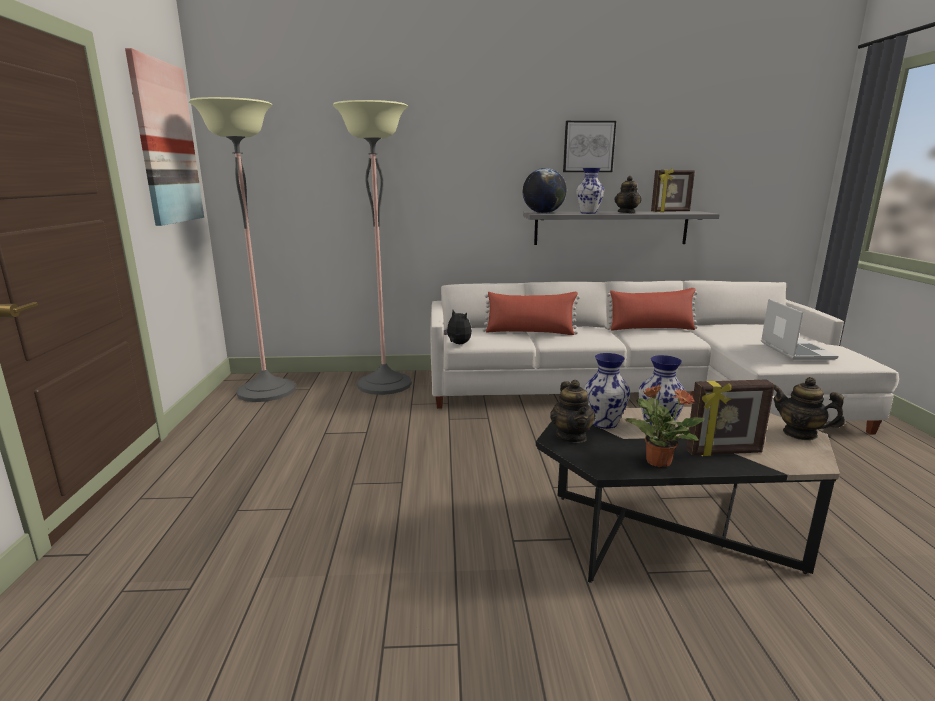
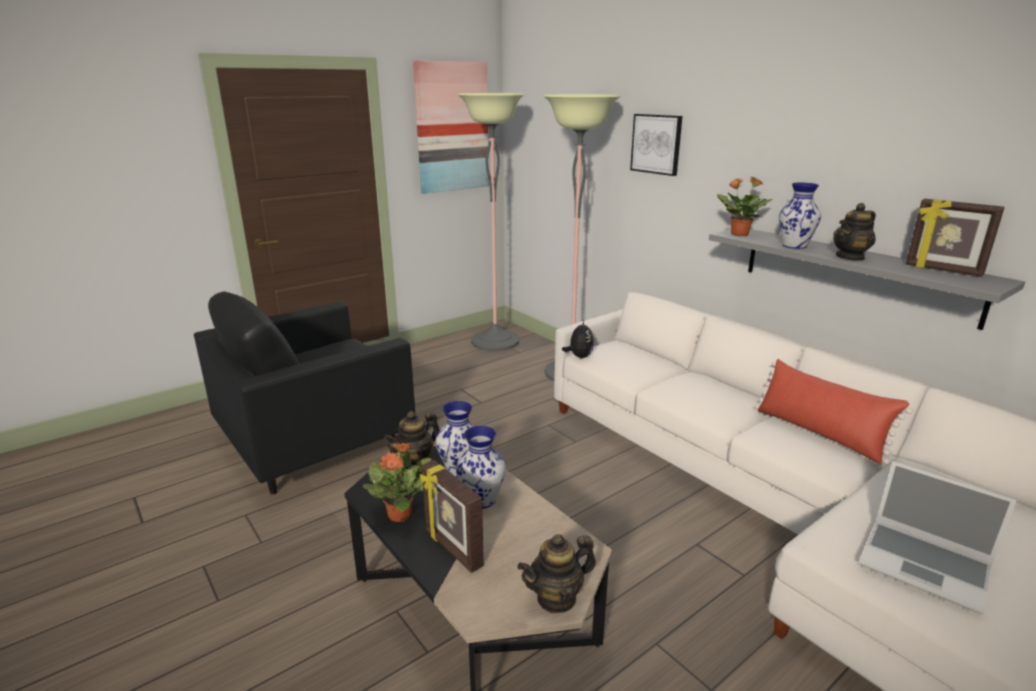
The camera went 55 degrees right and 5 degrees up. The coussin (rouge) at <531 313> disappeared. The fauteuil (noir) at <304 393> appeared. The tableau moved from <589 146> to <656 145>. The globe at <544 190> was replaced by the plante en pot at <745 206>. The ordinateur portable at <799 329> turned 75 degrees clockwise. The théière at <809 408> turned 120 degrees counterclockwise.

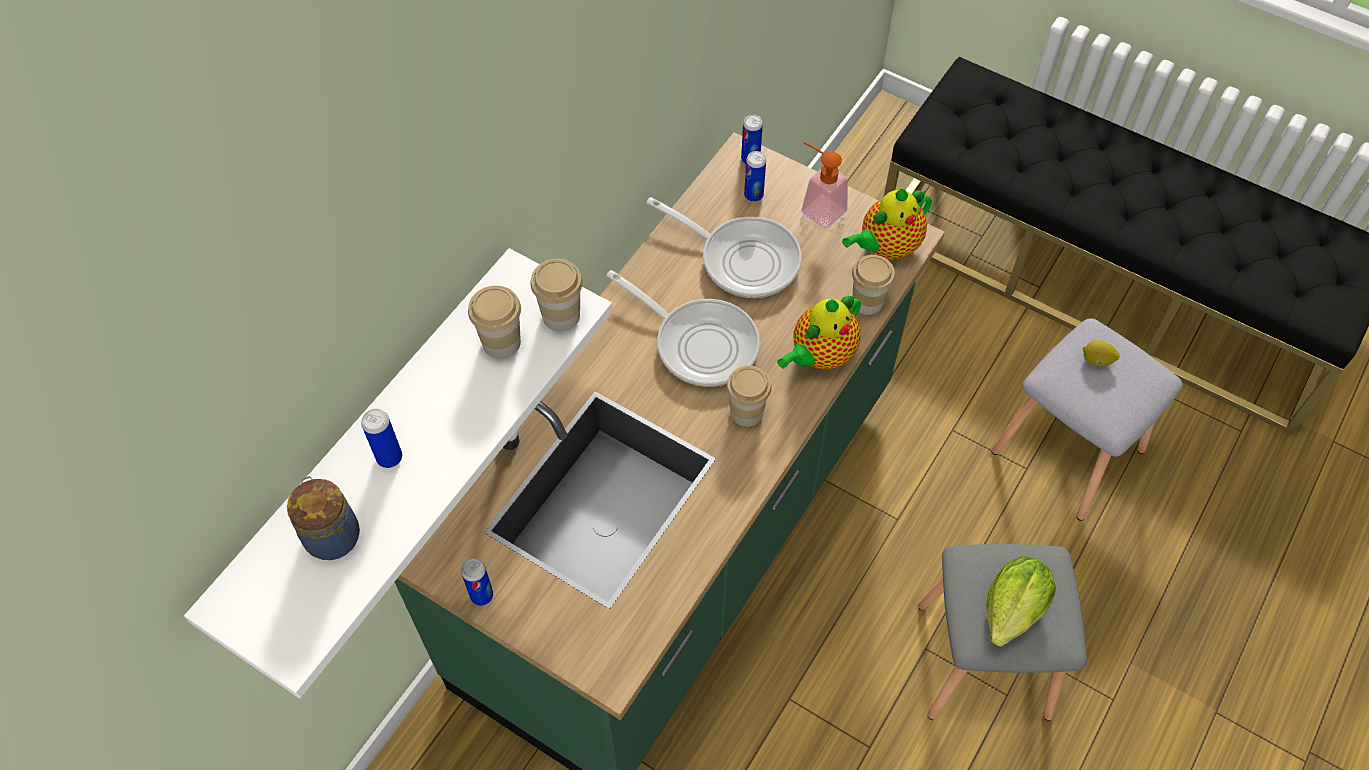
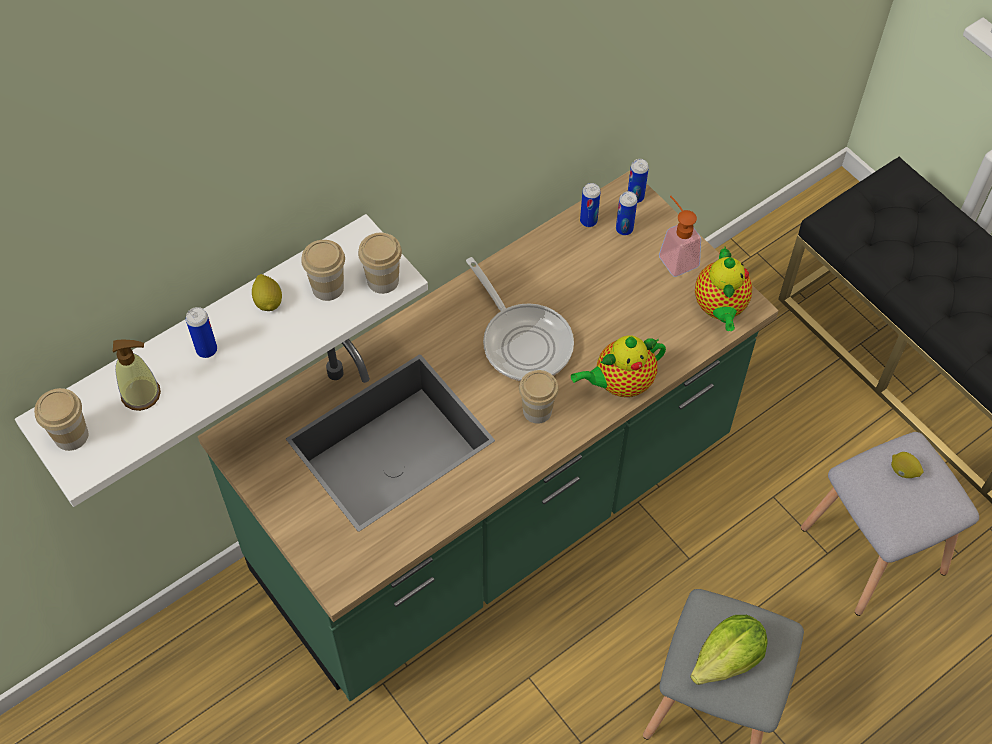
The camera went 20 degrees right and 0 degrees up. The poêle at <723 247> disappeared. The citron at <267 292> appeared. The boîte métallique moved from <477 582> to <590 205>. The tasse moved from <873 285> to <61 419>. The bocal at <323 518> was replaced by the distributeur de savon at <137 375>. The théière at <887 224> turned 75 degrees counterclockwise.

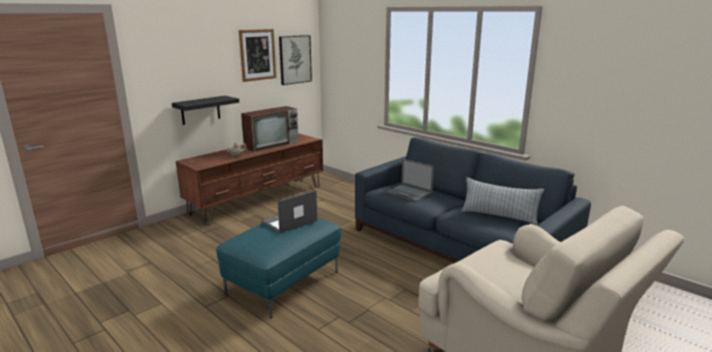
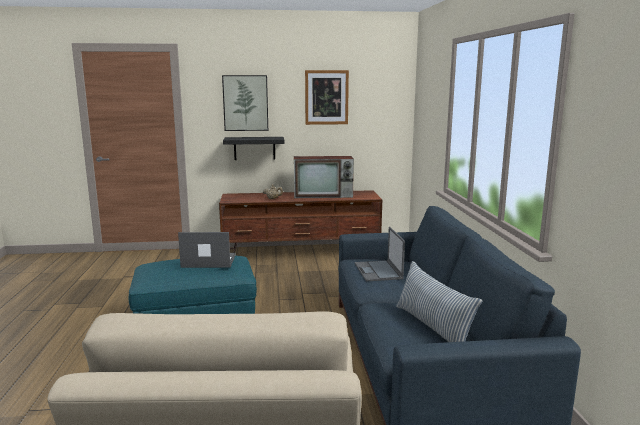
The camera went 40 degrees right and 5 degrees down. The tableau moved from <295 60> to <245 103>.

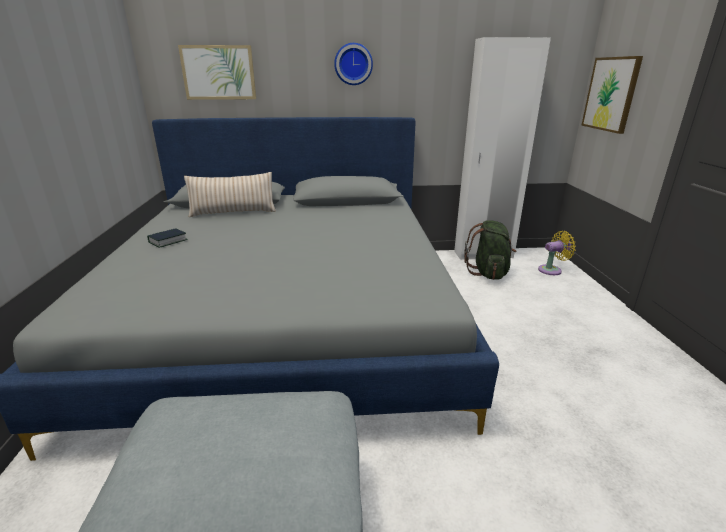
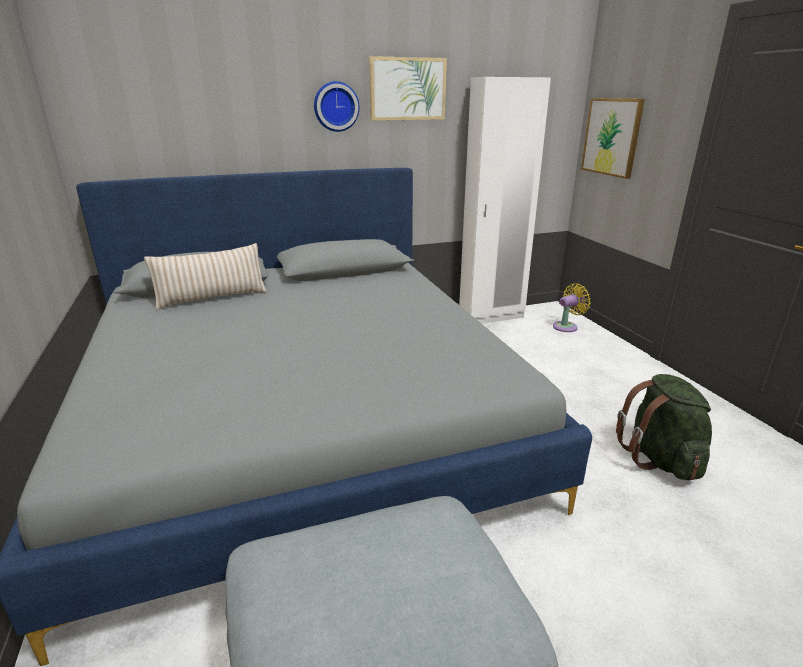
The camera went 15 degrees left and 0 degrees up. The livre at <167 238> disappeared. The tableau moved from <217 72> to <408 88>. The sac à dos (vert) moved from <490 250> to <664 427>.

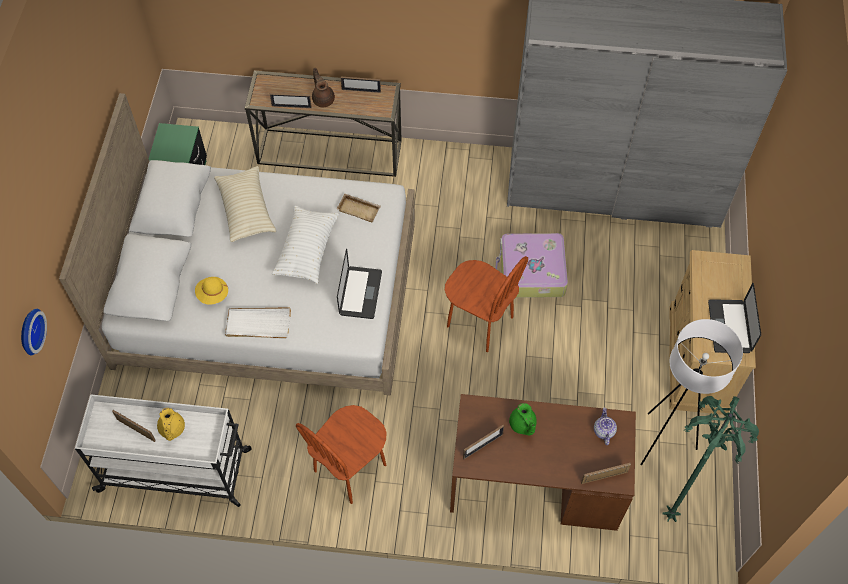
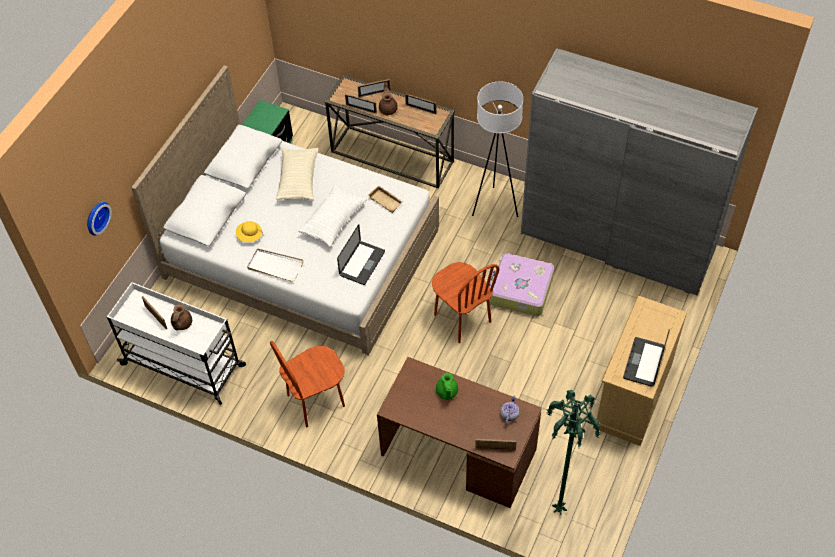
The camera went 20 degrees right and 5 degrees down. The cadre photo moved from <483 442> to <374 88>. The lampadaire (blanc) moved from <691 392> to <498 149>. The théière (jaune) at <171 424> became the théière (marron) at <181 317>.

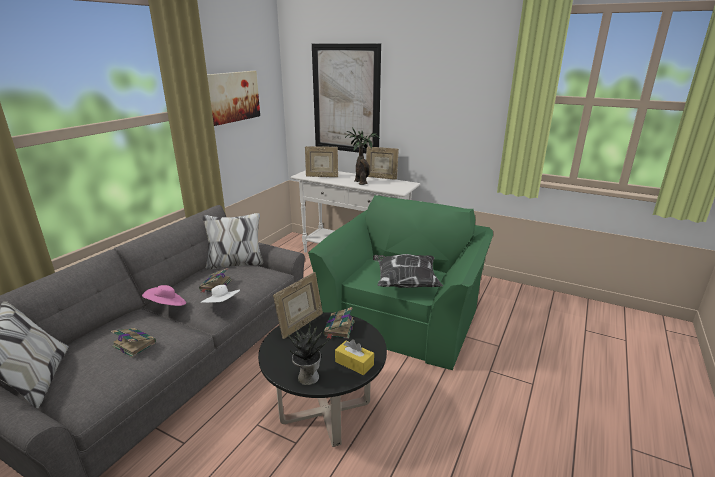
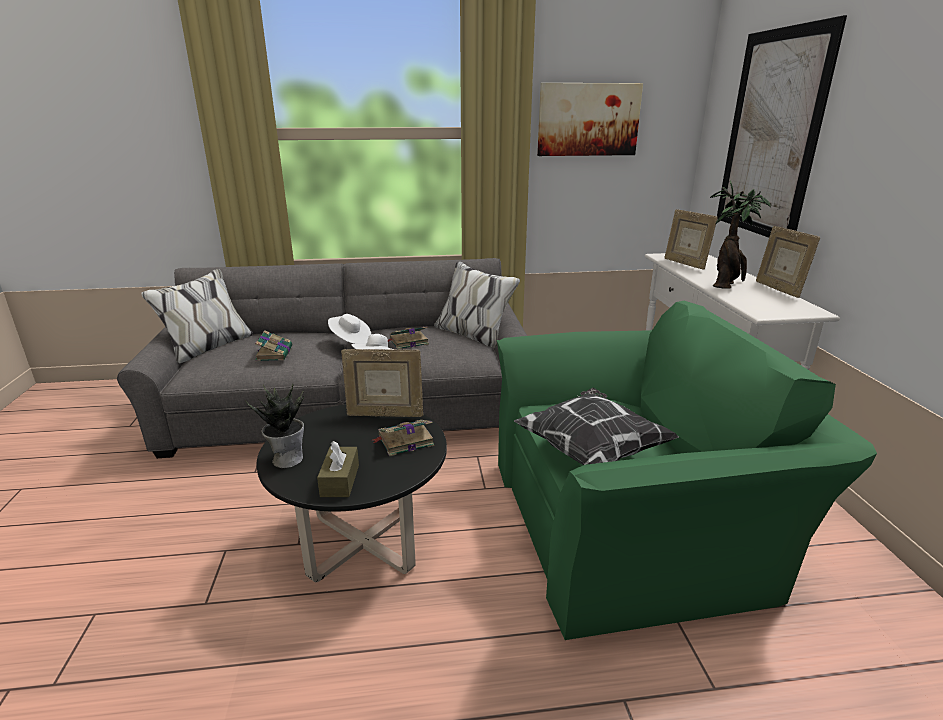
The camera went 55 degrees right and 0 degrees up. The chapeau (rose) at <164 295> became the chapeau (blanc) at <349 329>. The boîte à mouchoirs (jaune) at <354 357> became the boîte à mouchoirs (marron) at <338 469>.

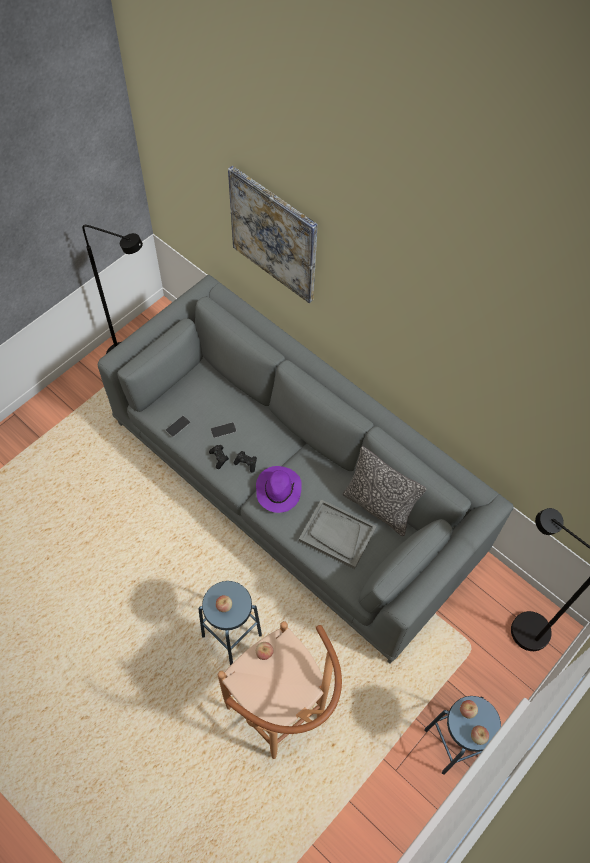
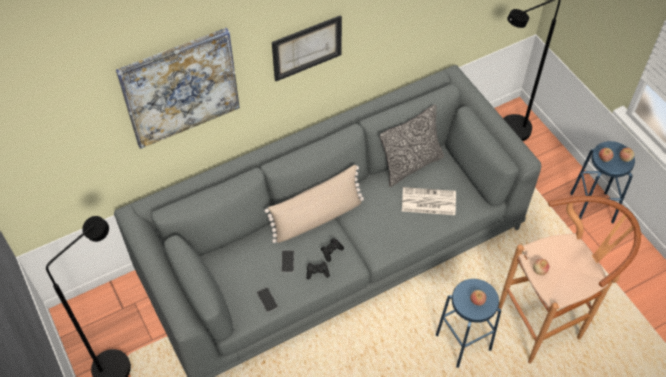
The camera went 70 degrees left and 5 degrees down. The chapeau (violet) at <279 489> disappeared. The coussin (beige) at <314 204> appeared. The tableau at <307 48> appeared. The plateau (gris) at <338 534> was replaced by the journal at <429 201>.

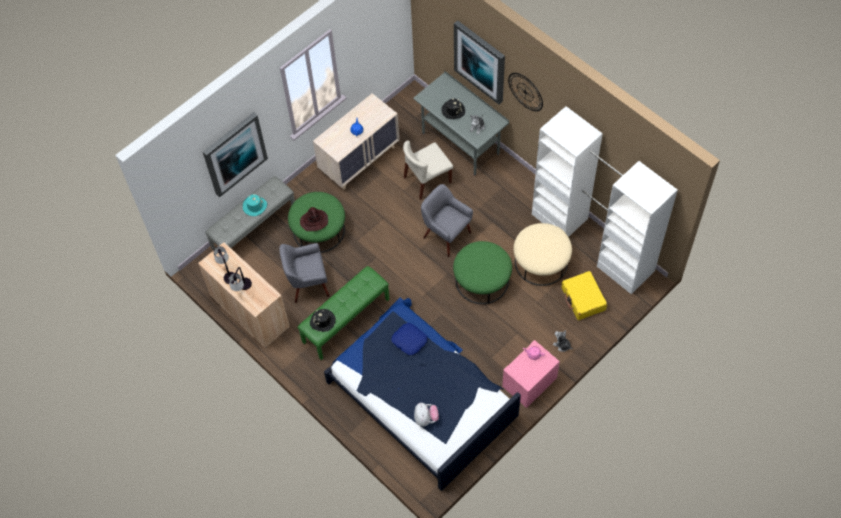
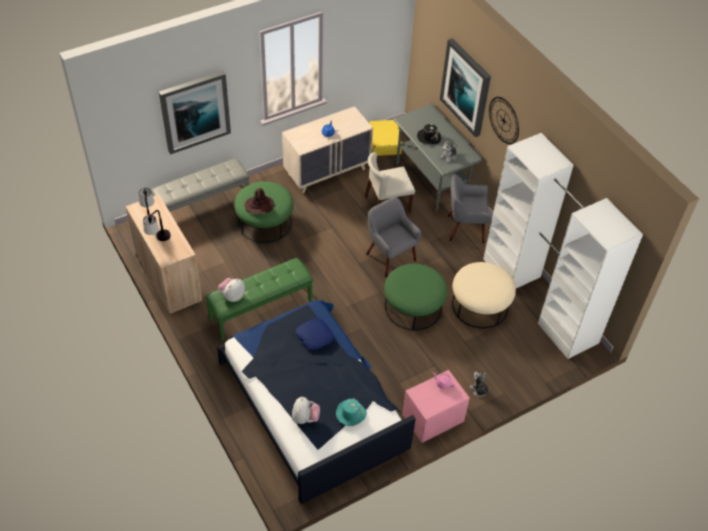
The camera went 10 degrees right and 10 degrees down. The chapeau (turquoise) moved from <255 205> to <351 412>. The fauteuil (gris) moved from <304 273> to <469 209>. The valise (jaune) moved from <584 295> to <385 138>. The chapeau (noir) at <323 320> was replaced by the peluche at <231 290>.

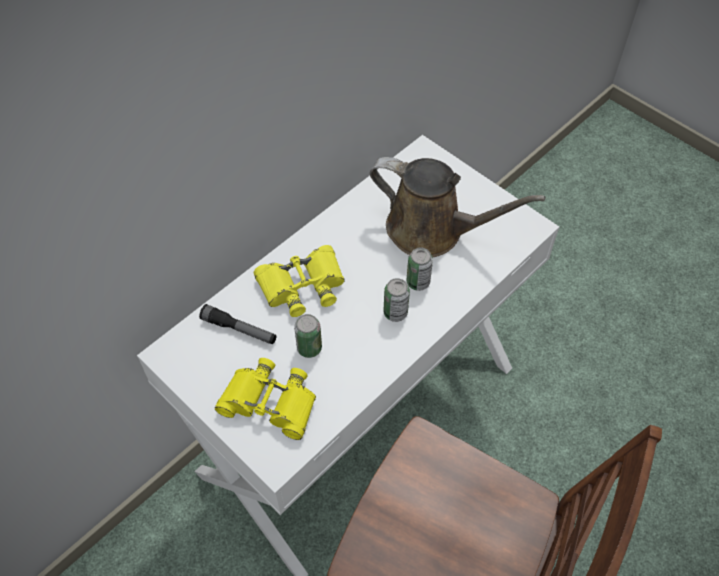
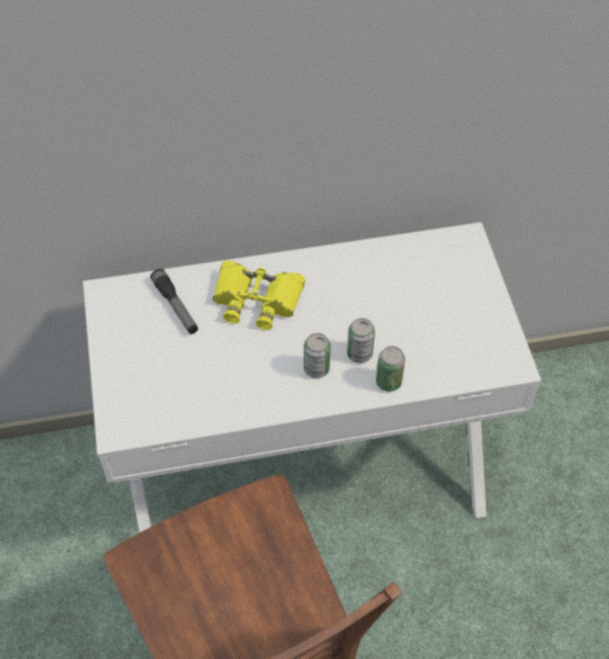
The camera went 35 degrees right and 0 degrees up. The jumelles (jaune) at <265 399> disappeared. The arrosoir (marron) at <458 207> disappeared. The boîte métallique moved from <308 336> to <390 369>.

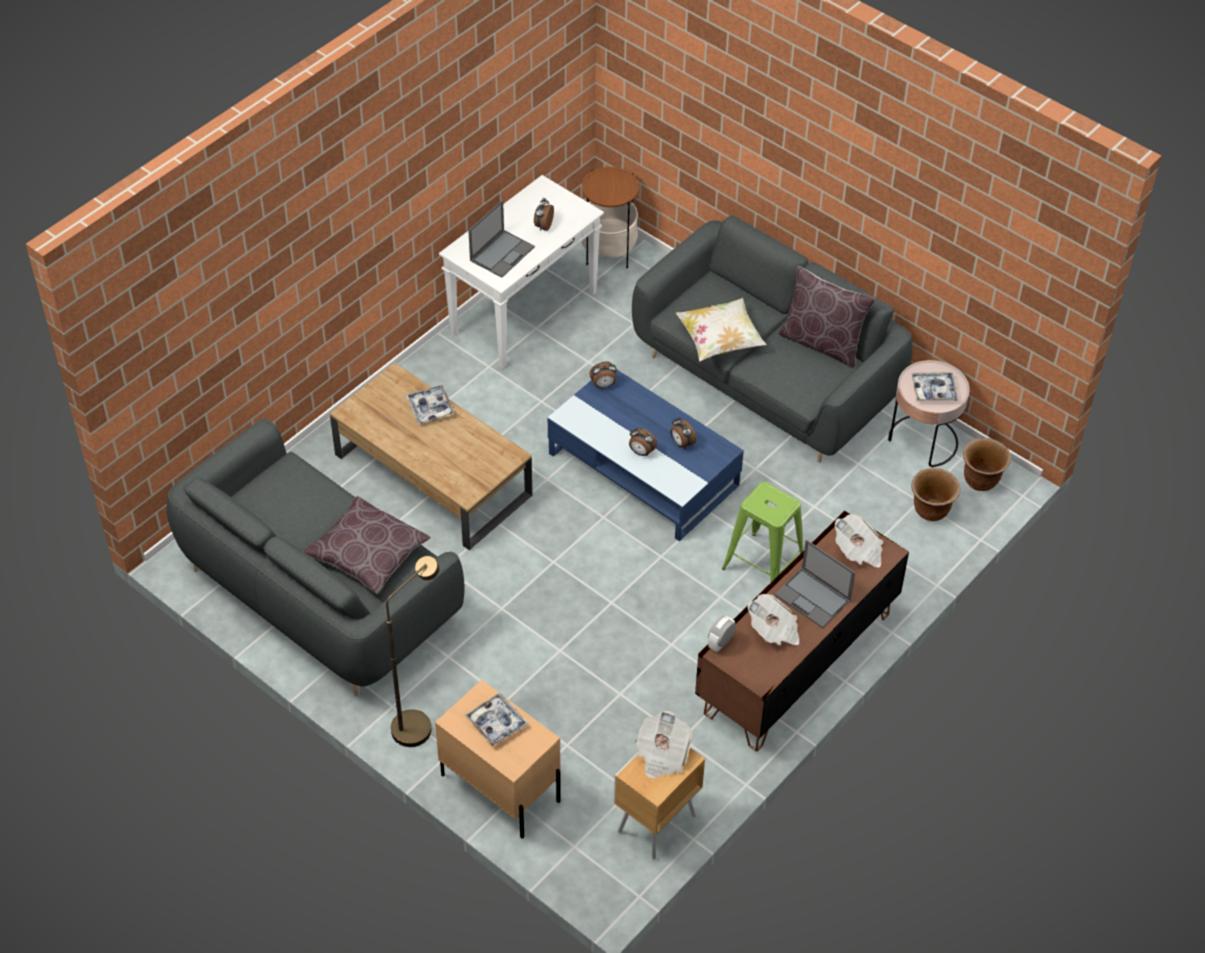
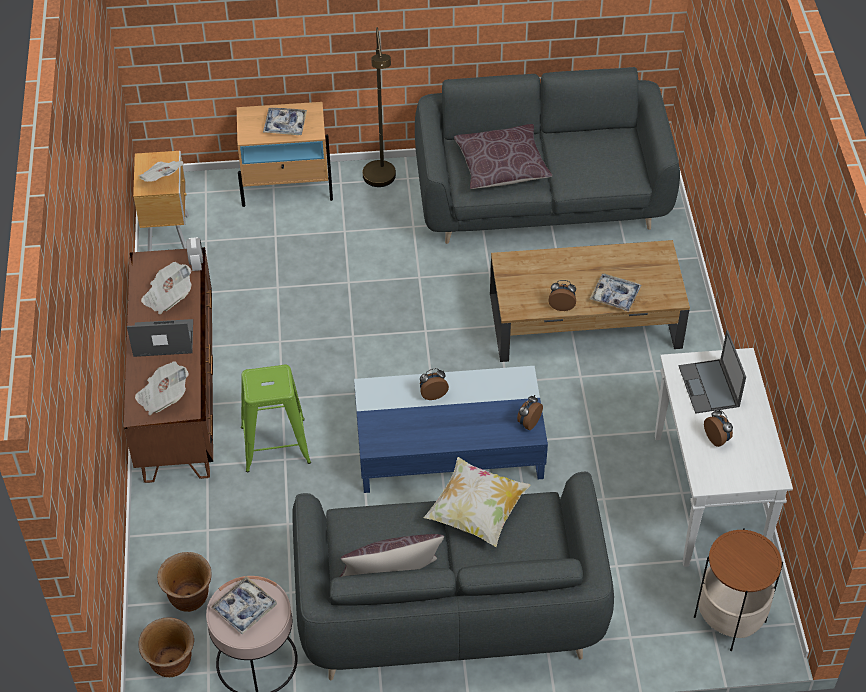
The camera went 135 degrees right and 0 degrees up. The réveil moved from <683 433> to <562 295>.

